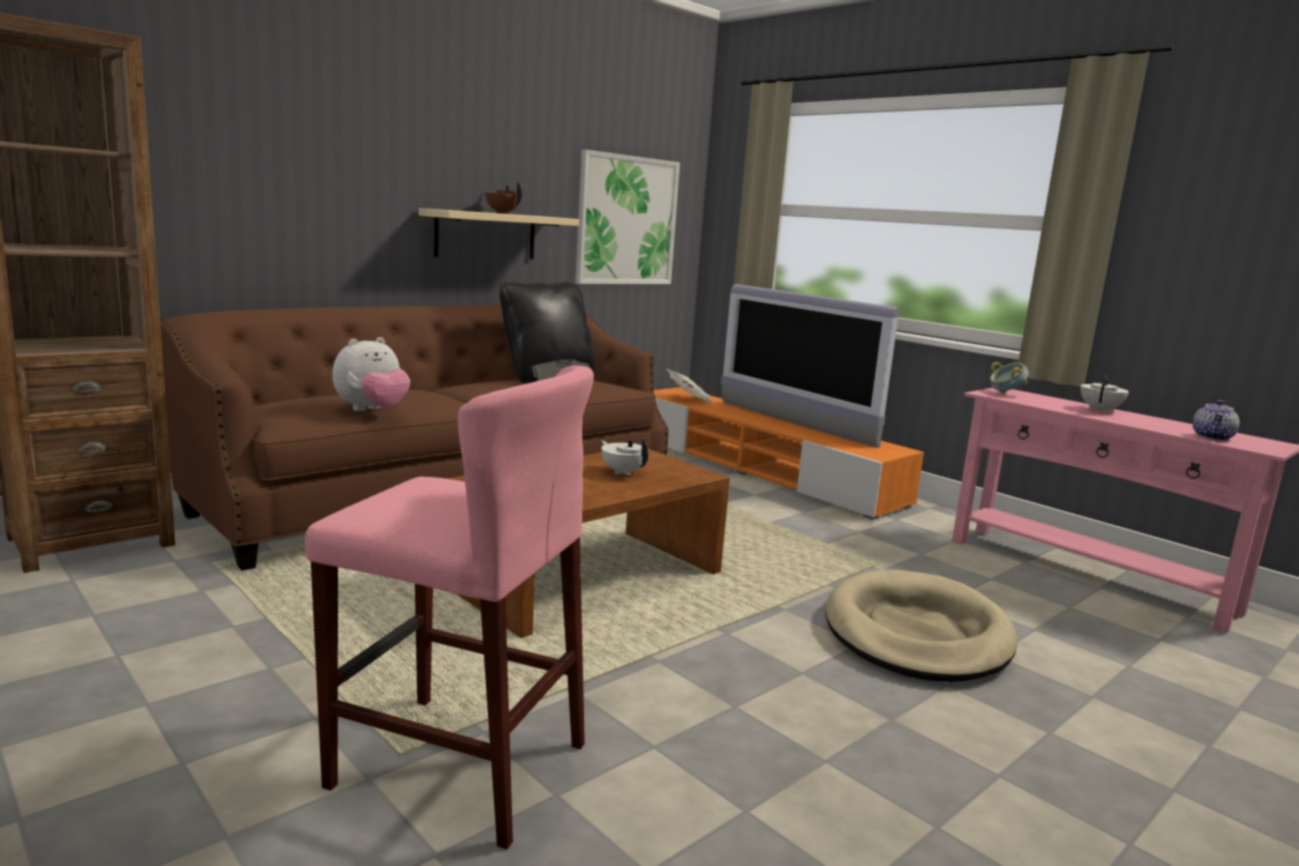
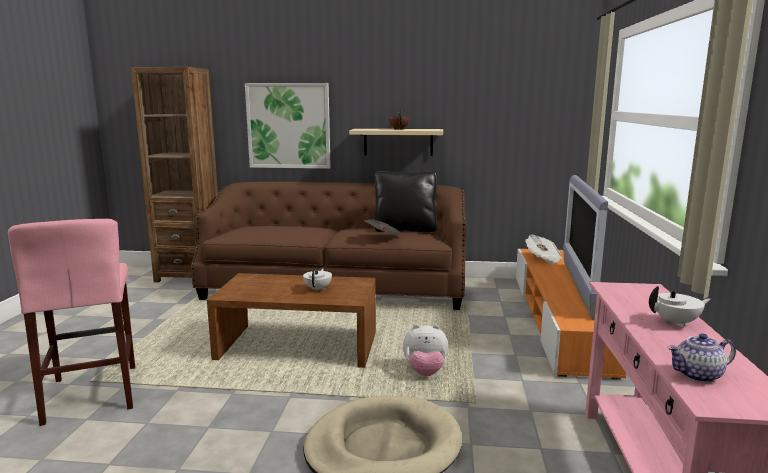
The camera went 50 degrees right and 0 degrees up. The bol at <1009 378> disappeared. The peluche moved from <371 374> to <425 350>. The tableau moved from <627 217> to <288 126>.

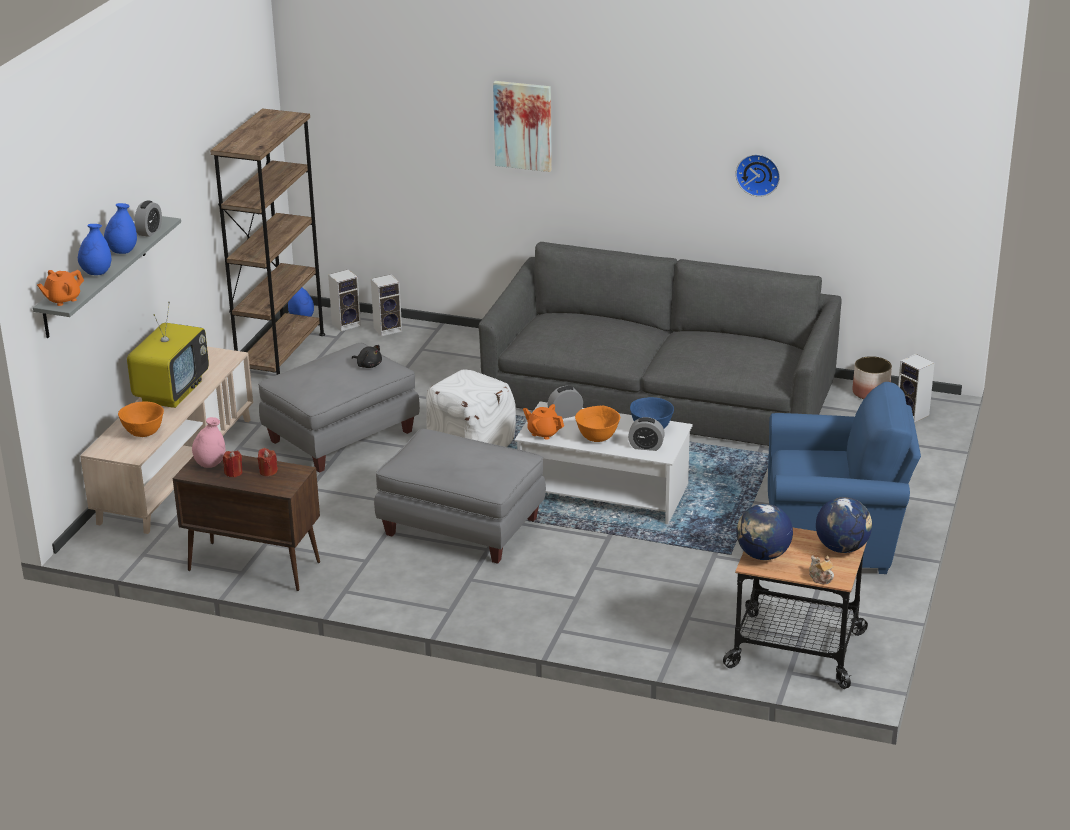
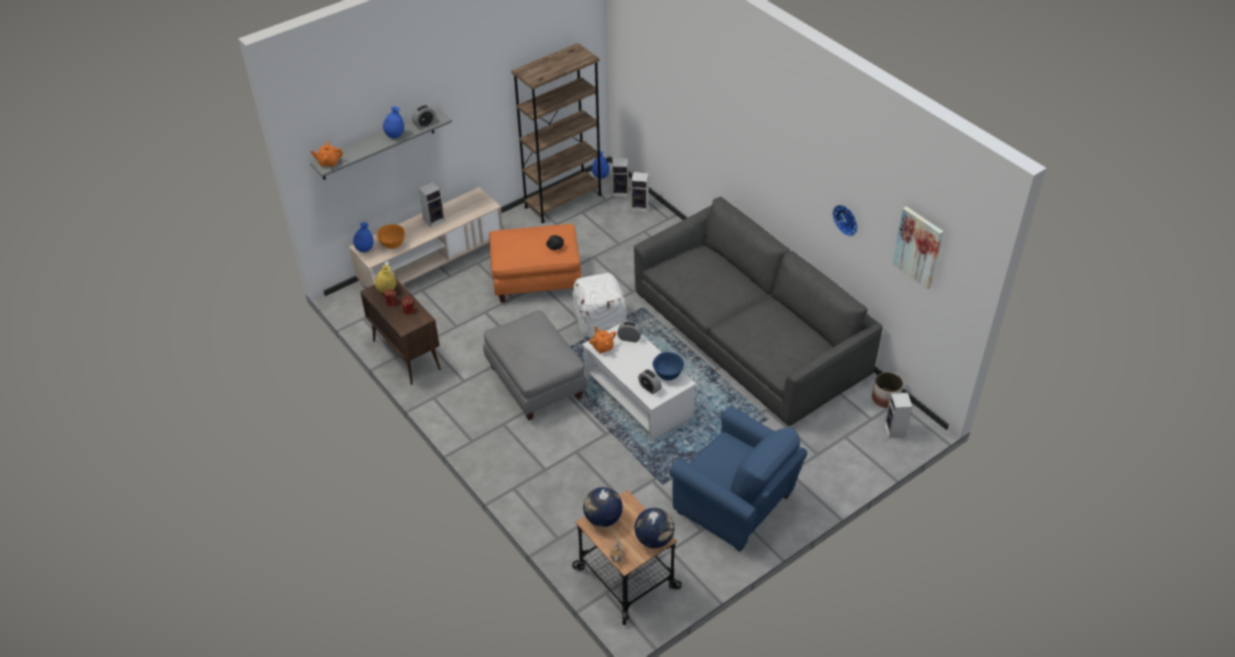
The camera went 35 degrees right and 15 degrees up. The bol (orange) at <597 424> disappeared. The vase (bleu) moved from <94 249> to <363 237>. The tableau moved from <522 126> to <917 247>. The téléviseur at <168 355> was replaced by the enceinte at <431 204>. The vase (rose) at <209 442> became the vase (jaune) at <385 279>. The pouf (gris) at <339 408> became the pouf (orange) at <535 263>.

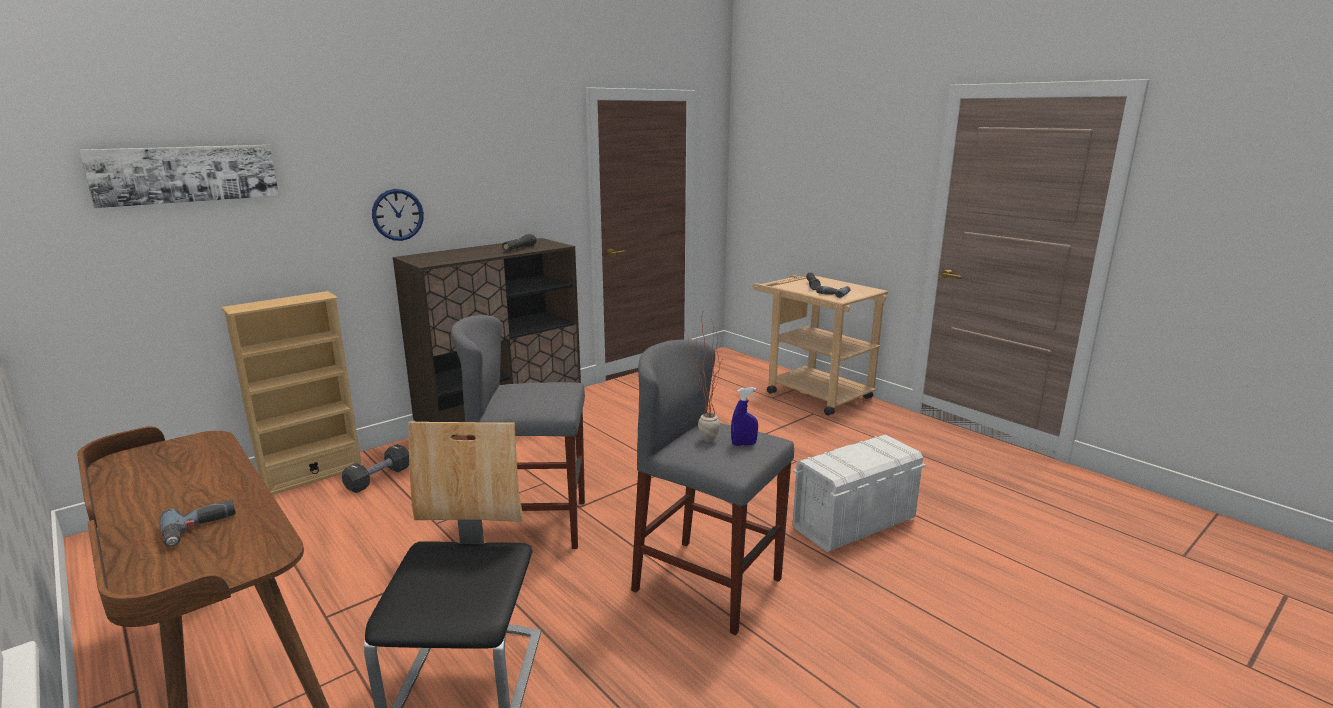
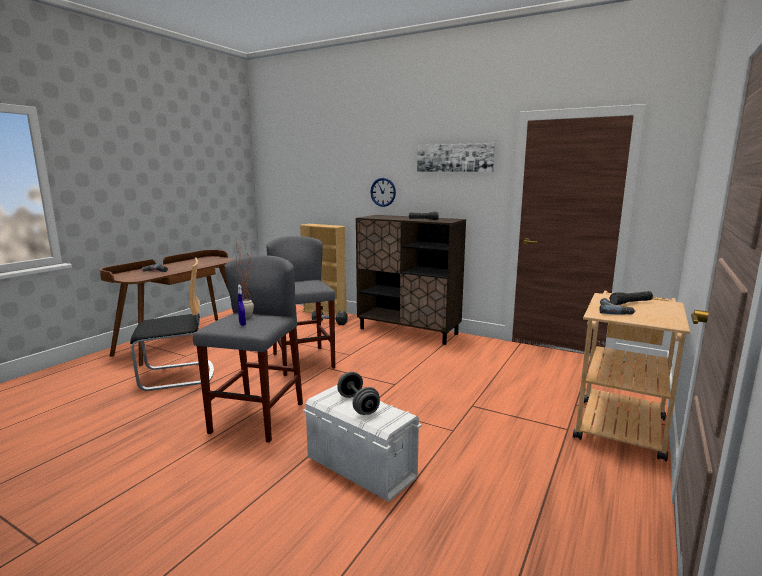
The camera went 70 degrees right and 5 degrees down. The haltère (gris) at <358 393> appeared. The tableau moved from <179 176> to <456 157>.

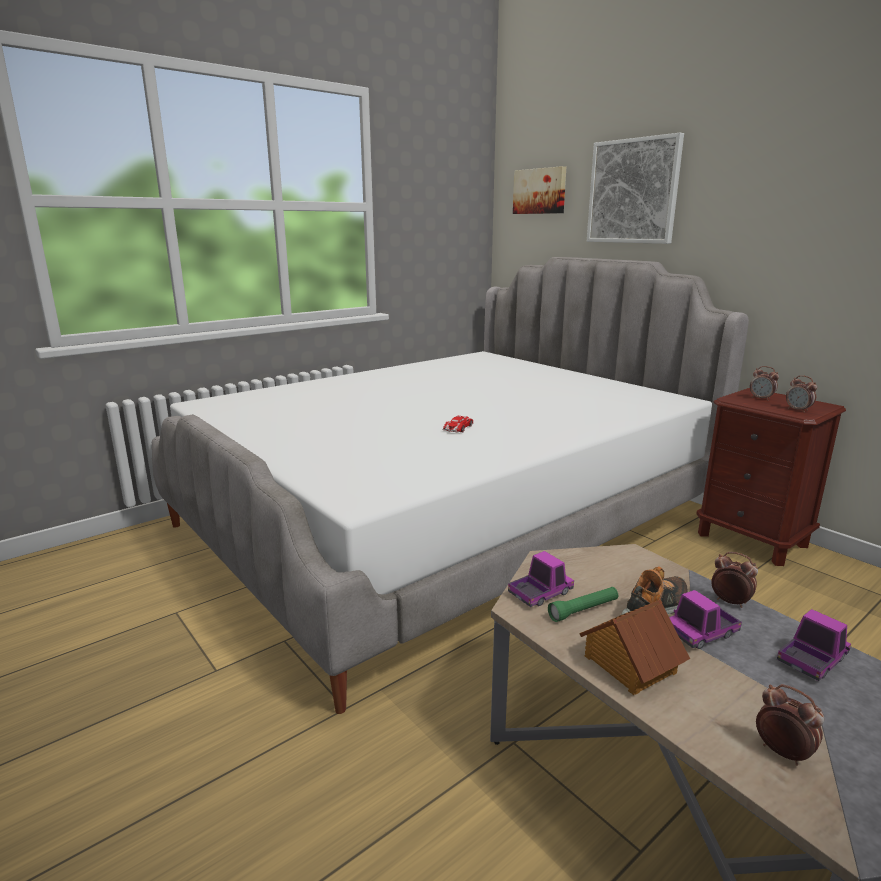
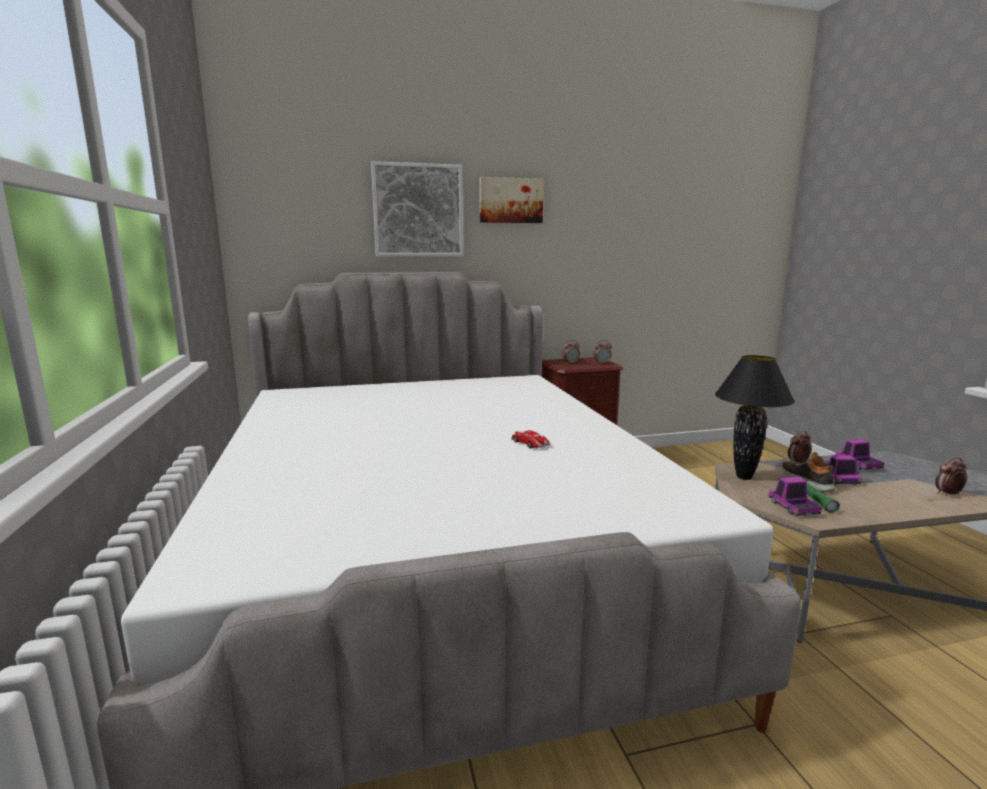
The camera went 65 degrees left and 5 degrees down. The maison miniature at <634 647> disappeared. The lampe de table (noir) at <755 417> appeared. The tableau moved from <539 190> to <511 200>.

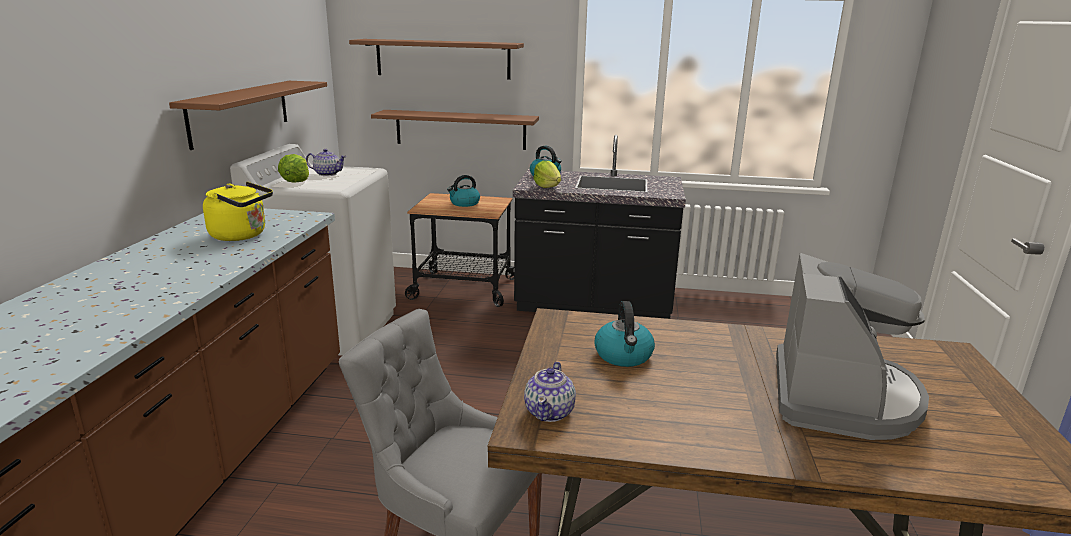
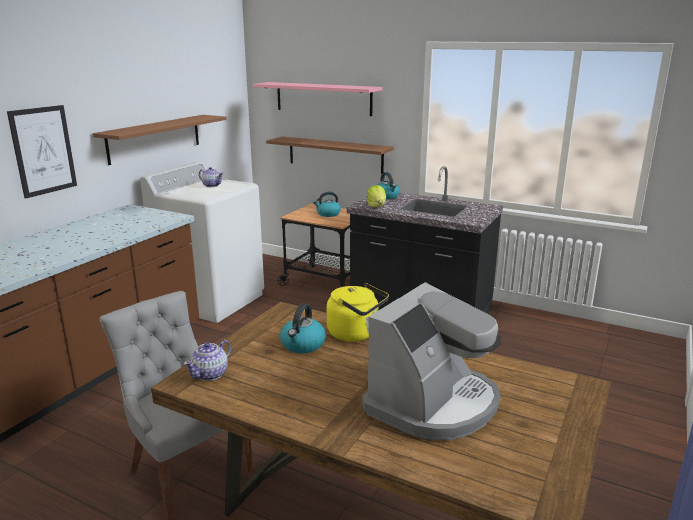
The camera went 20 degrees right and 0 degrees up. The laitue at <293 168> disappeared. The tableau at <42 152> appeared. The bouilloire (jaune) moved from <238 211> to <358 312>. The étagère (marron) at <436 59> became the étagère (rose) at <318 99>.

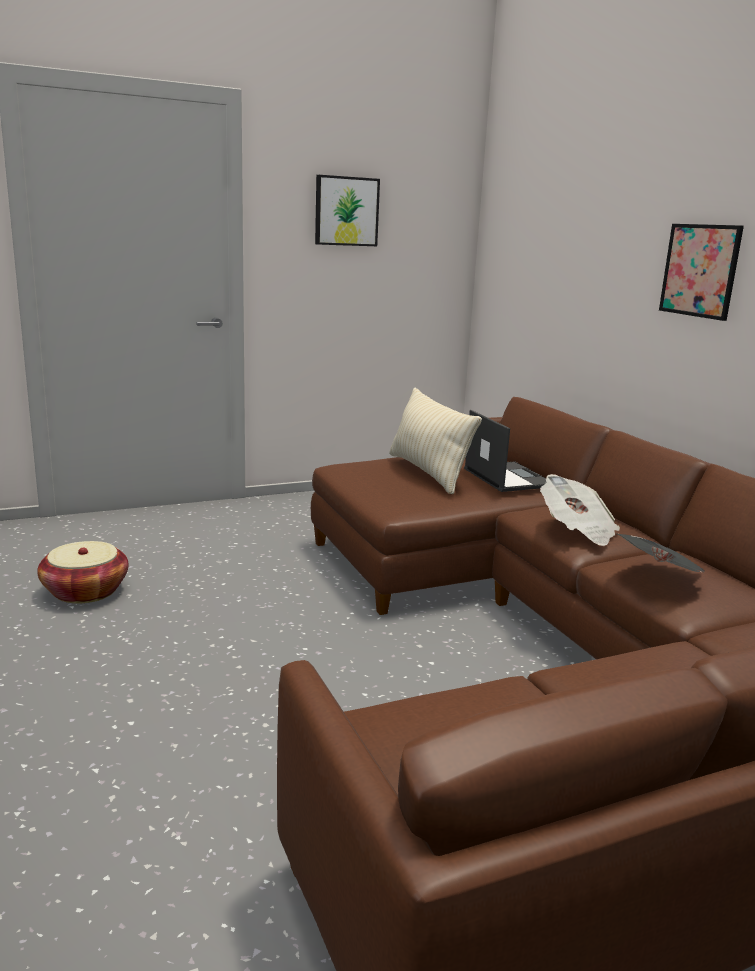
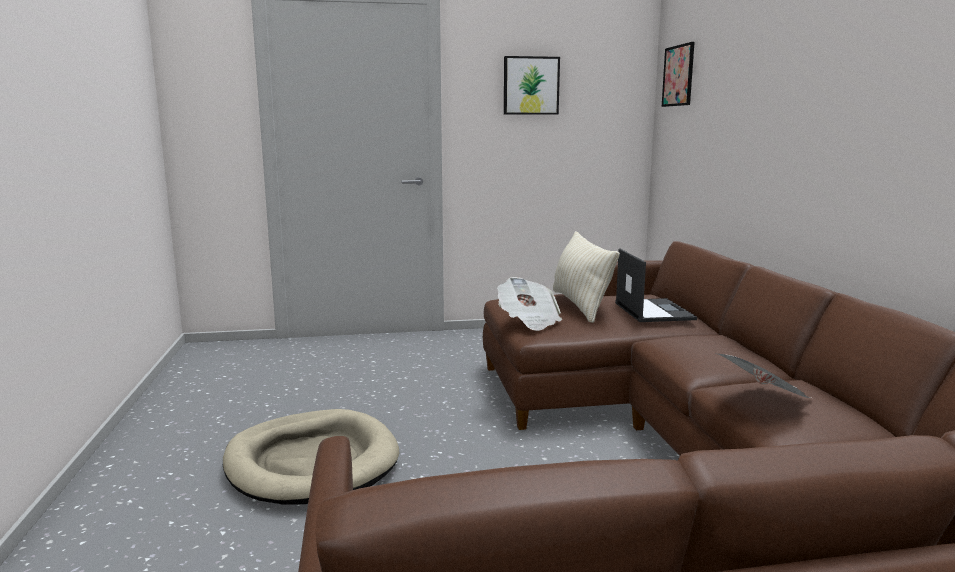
The camera went 15 degrees right and 5 degrees down. The panier at <83 572> disappeared. The panier pour chien (beige) at <311 457> appeared. The journal moved from <580 510> to <529 304>. The tableau moved from <701 272> to <678 74>.

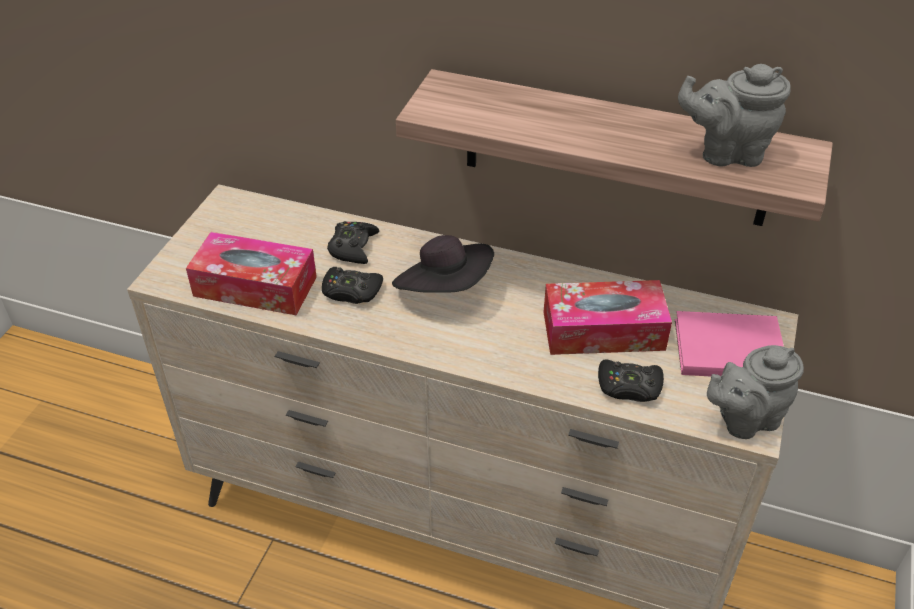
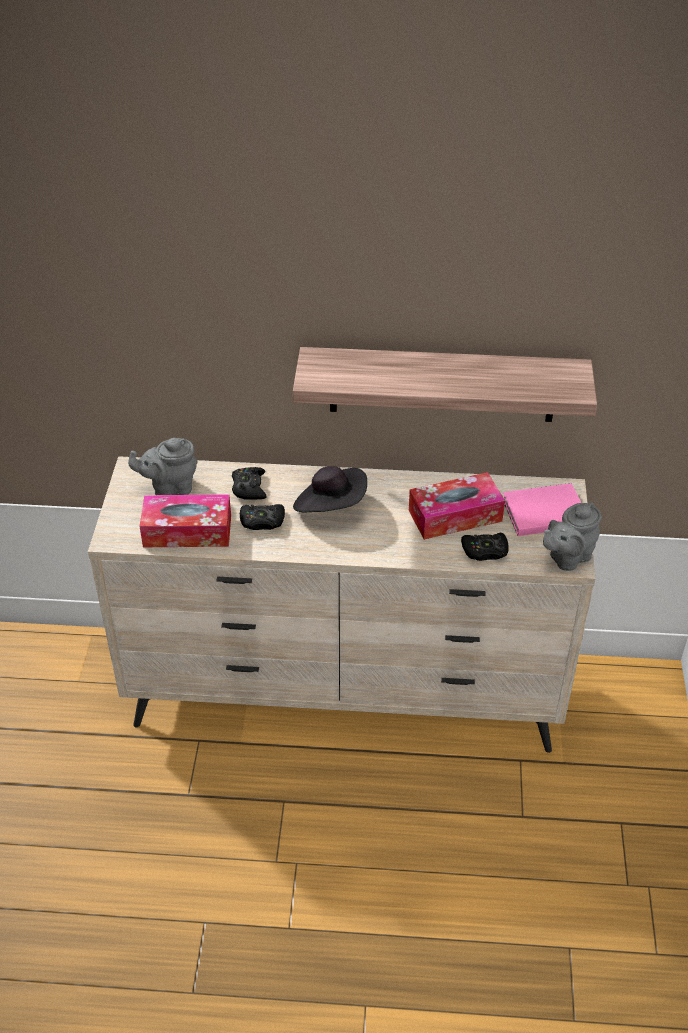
The camera went 15 degrees left and 0 degrees up. The théière (gris) moved from <734 115> to <163 466>.

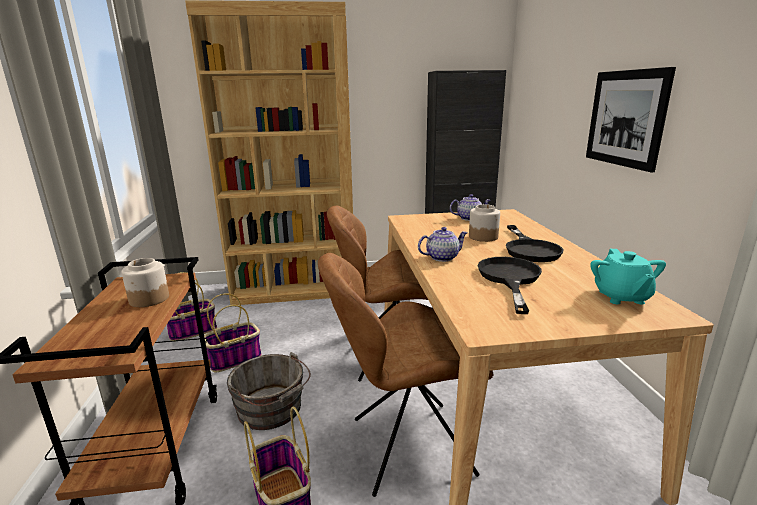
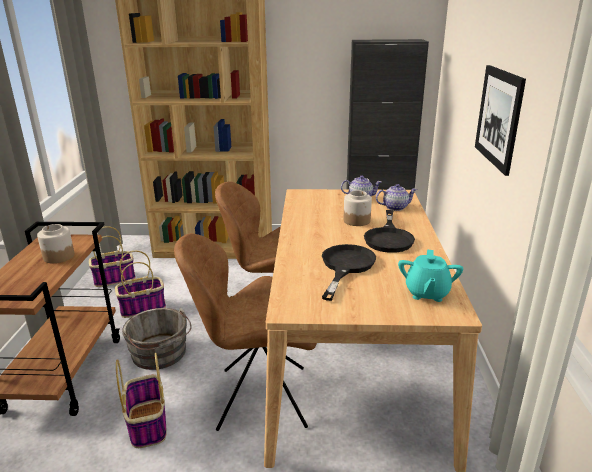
The camera went 10 degrees right and 5 degrees up. The théière moved from <443 244> to <396 197>.

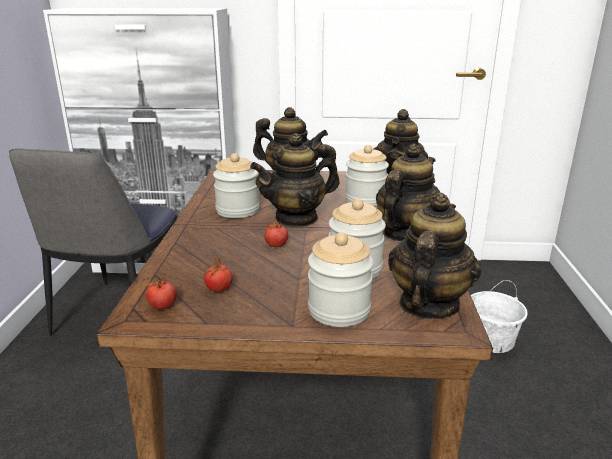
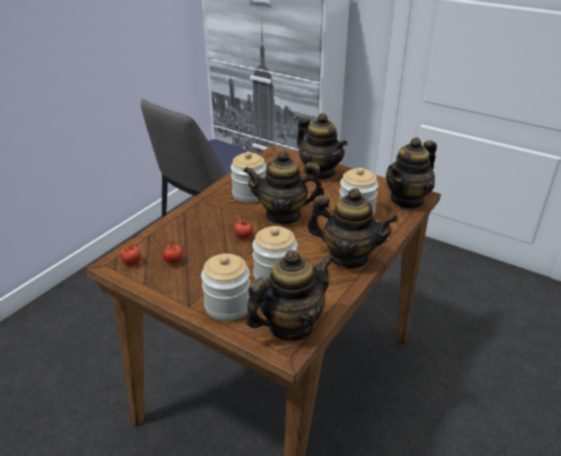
The camera went 30 degrees right and 10 degrees up. The seau (blanc) at <499 316> disappeared. The théière at <408 192> turned 45 degrees clockwise.

